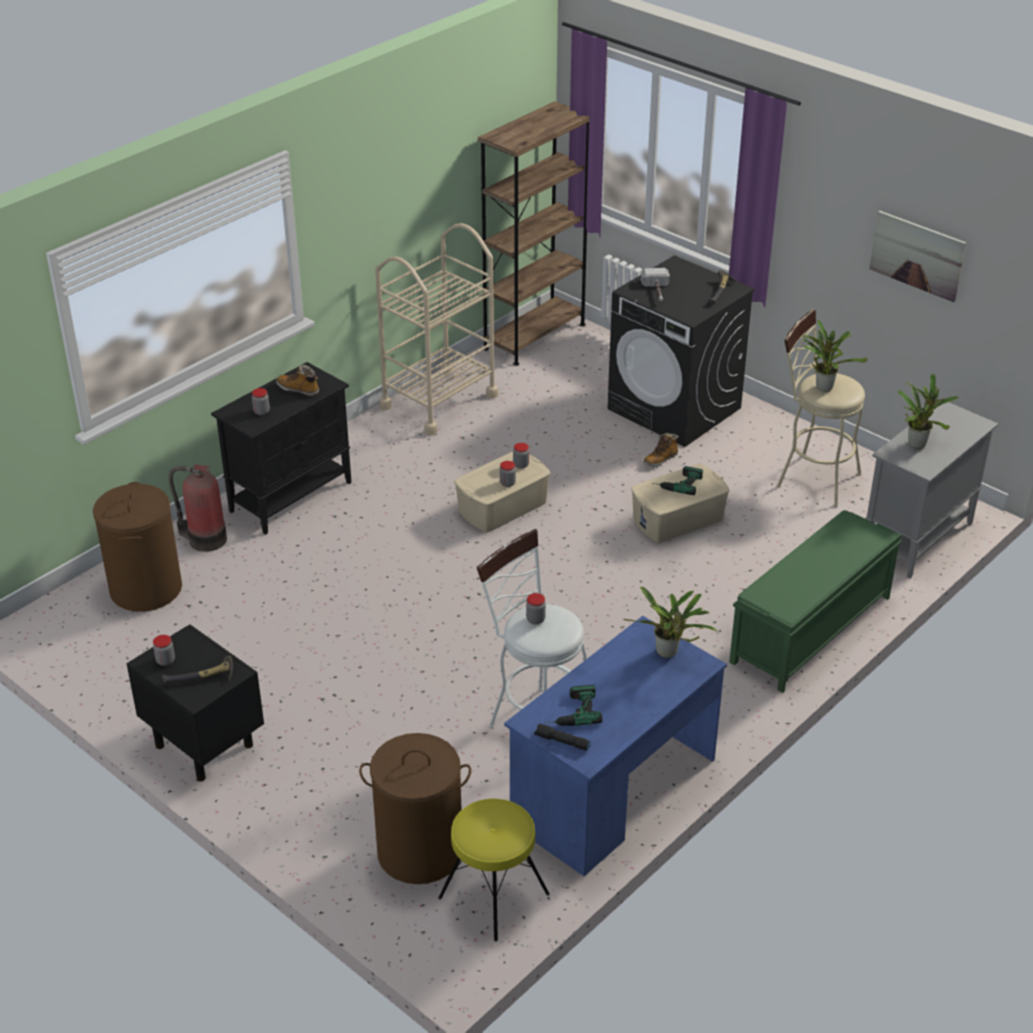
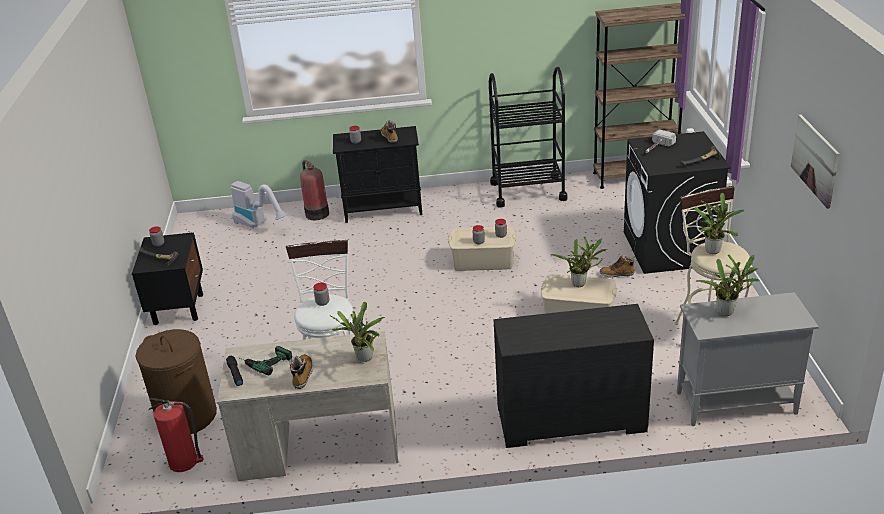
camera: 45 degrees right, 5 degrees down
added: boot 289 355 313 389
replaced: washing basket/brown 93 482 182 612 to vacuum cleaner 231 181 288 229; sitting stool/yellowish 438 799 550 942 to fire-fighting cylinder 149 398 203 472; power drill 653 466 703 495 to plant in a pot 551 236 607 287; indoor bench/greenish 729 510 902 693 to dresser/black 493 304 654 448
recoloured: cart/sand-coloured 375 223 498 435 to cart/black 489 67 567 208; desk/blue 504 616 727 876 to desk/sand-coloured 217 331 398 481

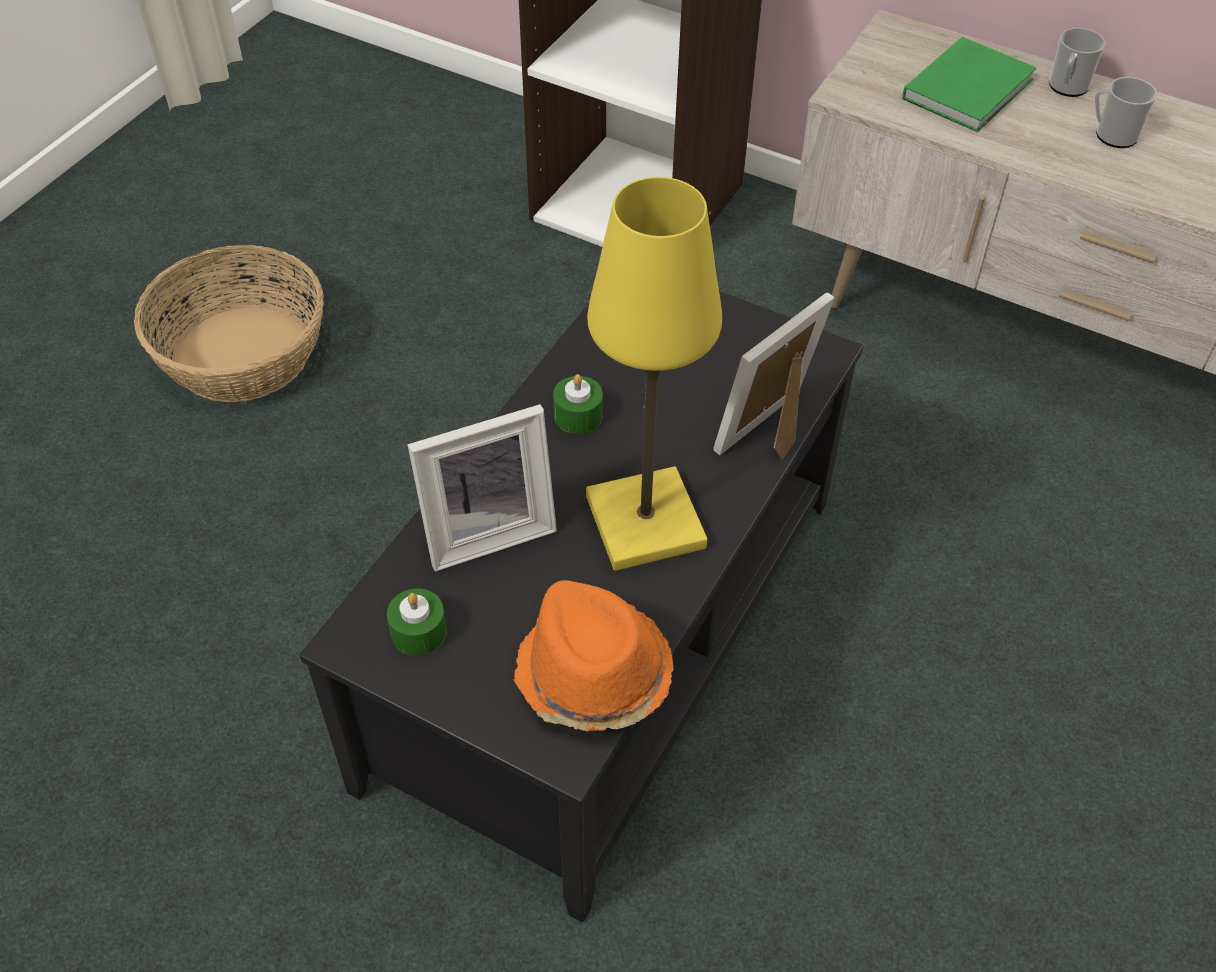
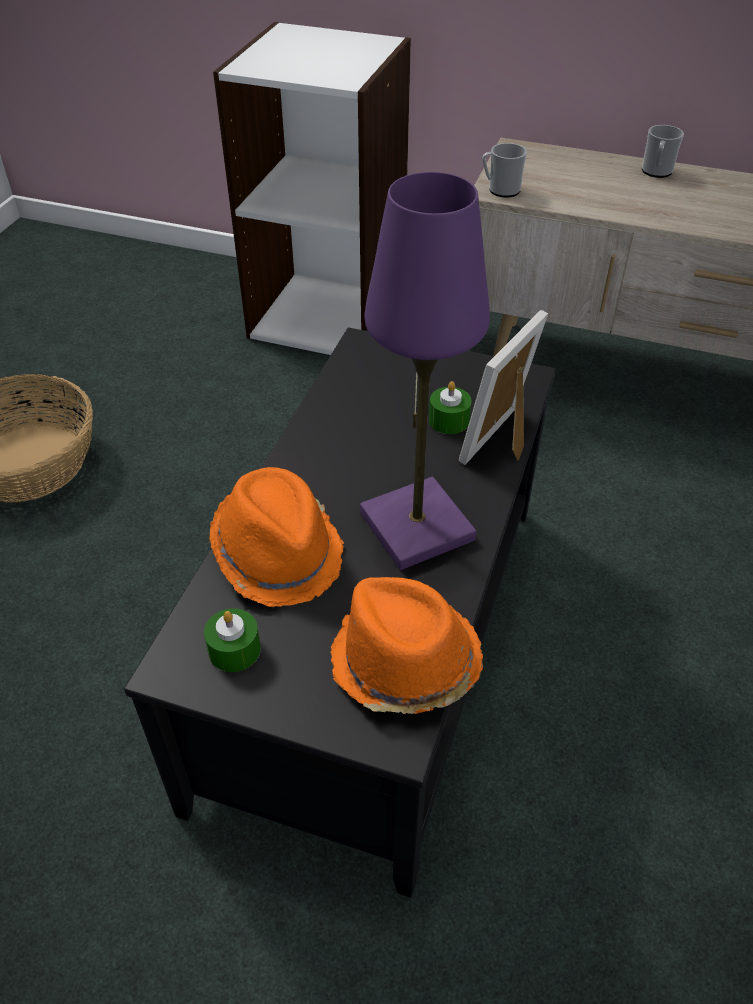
camera: 10 degrees left, 5 degrees down
removed: bound book/greenish 902 37 1037 132
moved: wax light/greenish 553 374 603 434 to 429 381 472 434; mug 1095 77 1157 148 to 482 143 527 198
replaced: photo frame 408 404 557 571 to hat/orange 209 467 344 607
recoloured: table lamp/yellowish 586 177 722 571 to table lamp/purple-coloured 360 172 490 570

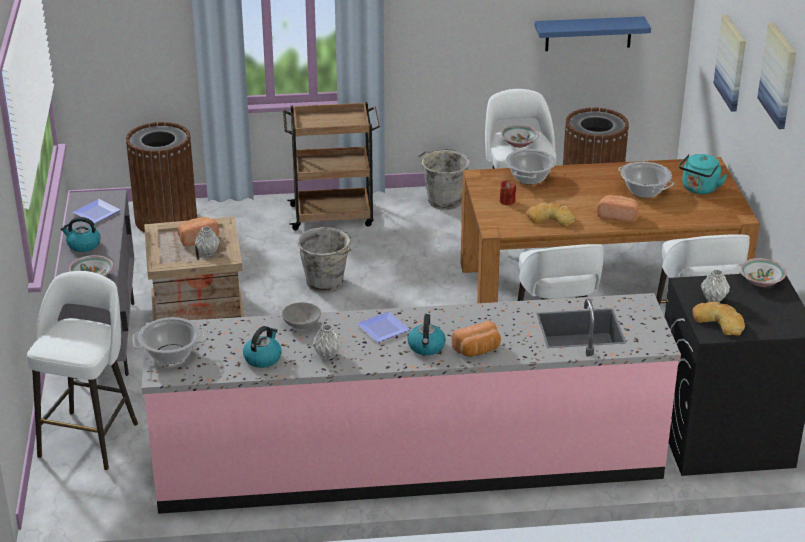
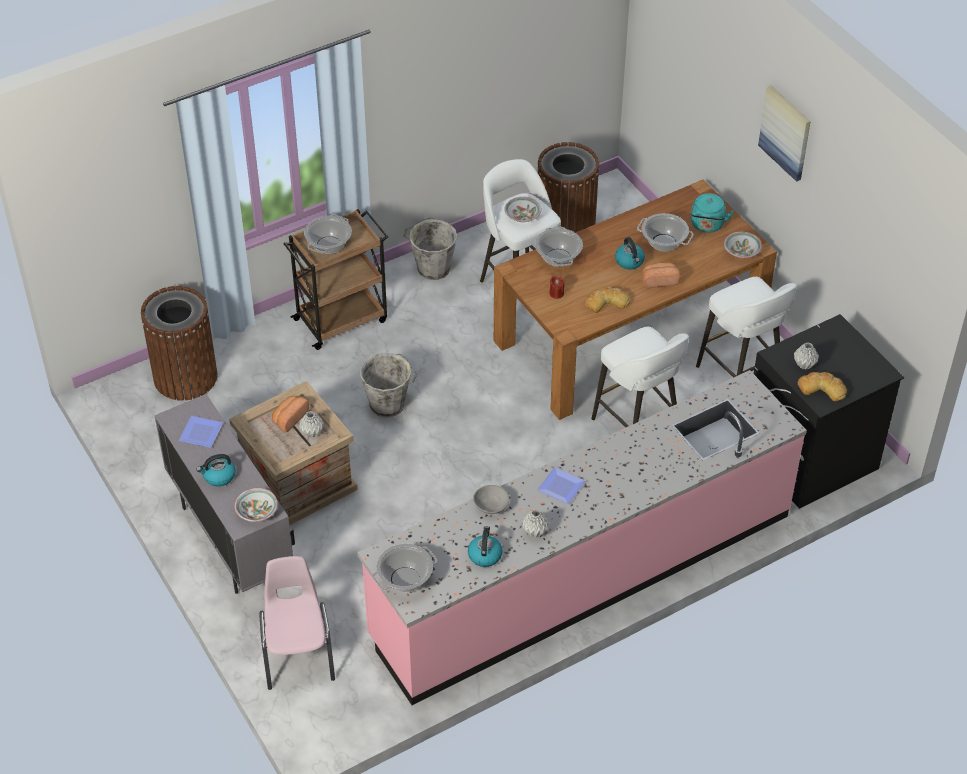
camera: 25 degrees left, 15 degrees up
removed: bakery bread 452 321 501 357; shelf/blue 534 16 651 51; picture 713 15 746 112
added: stockpot 304 214 352 254
moved: water kettle 408 314 446 355 to 615 237 645 269; bowl 739 258 786 287 to 724 232 762 258
replaced: sitting stool/white-coloured 27 271 138 470 to plain chair/pinkish 259 556 335 690

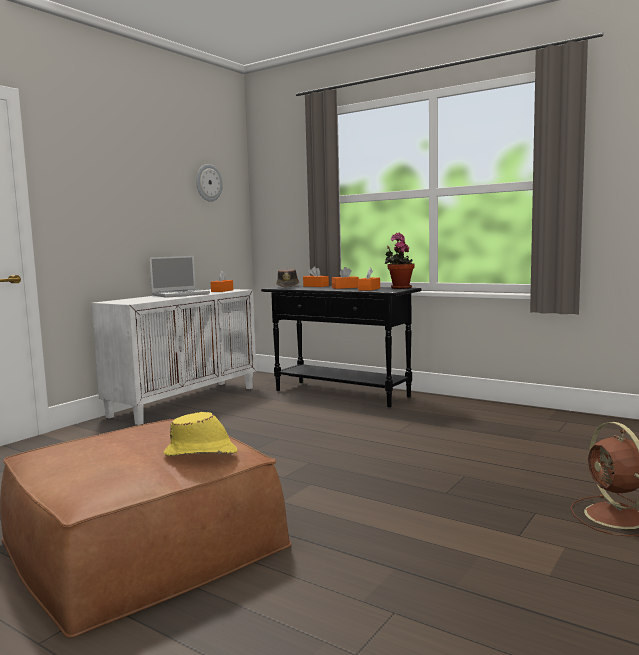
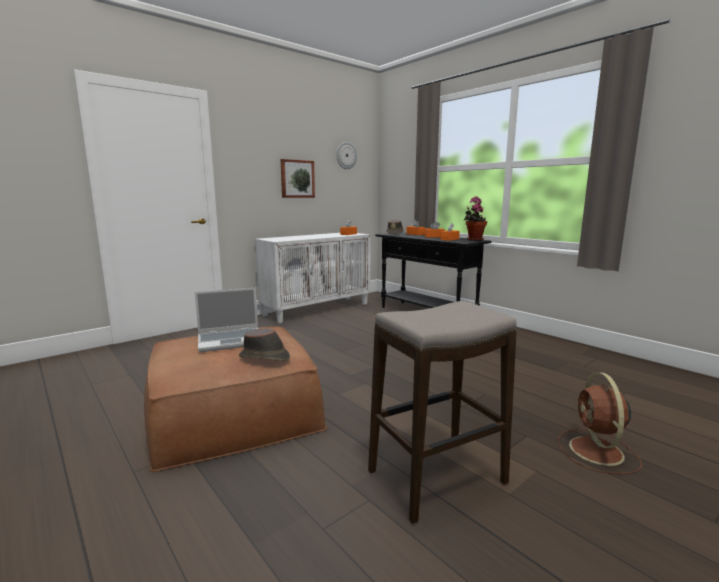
camera: 15 degrees right, 5 degrees up
added: picture 281 159 315 198; sitting stool 368 301 517 524
moved: laptop 149 256 210 298 to 195 288 258 352
recoloured: hat/yellowish 164 412 238 456 to hat/brown 239 328 290 361

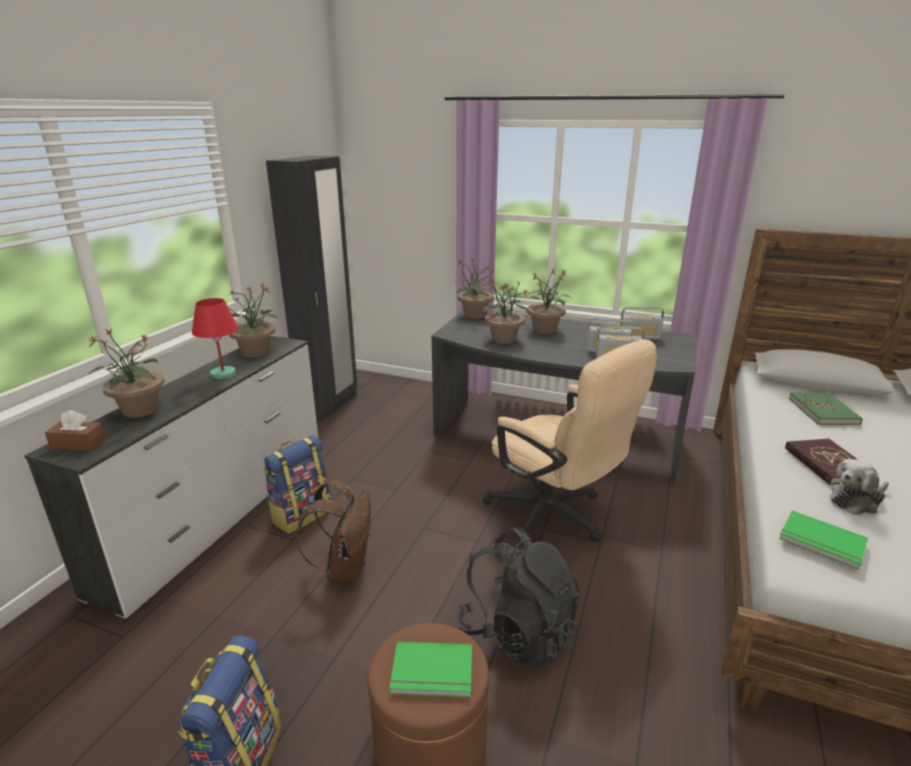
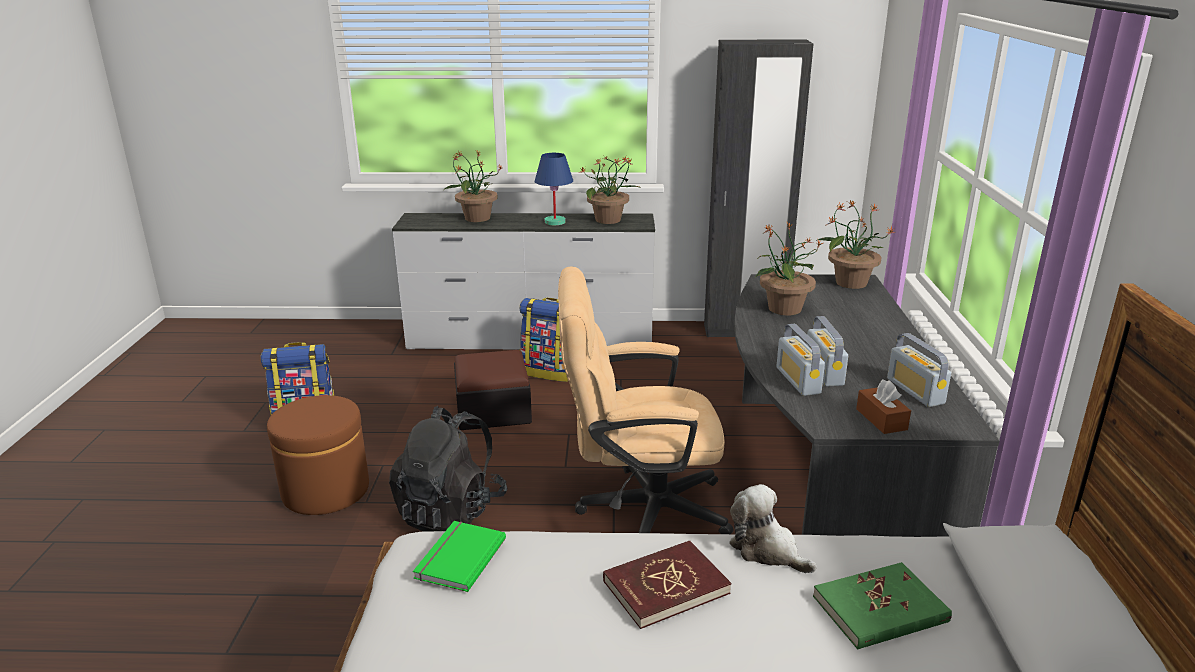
camera: 70 degrees right, 0 degrees up
removed: bound book/greenish 389 642 472 698; plant in a pot 526 269 571 334
moved: box of tissues/brown 45 410 106 451 to 856 380 911 434; plush toy 830 459 889 515 to 729 484 817 573
replaced: knapsack/brown 296 480 371 583 to pouffe 454 350 532 430
recoloured: table lamp/red-coloured 192 298 238 379 to table lamp/blue 534 153 573 225
turned: computer chair/sand-coloured 483 339 657 547 = 558 266 734 534 60 degrees clockwise

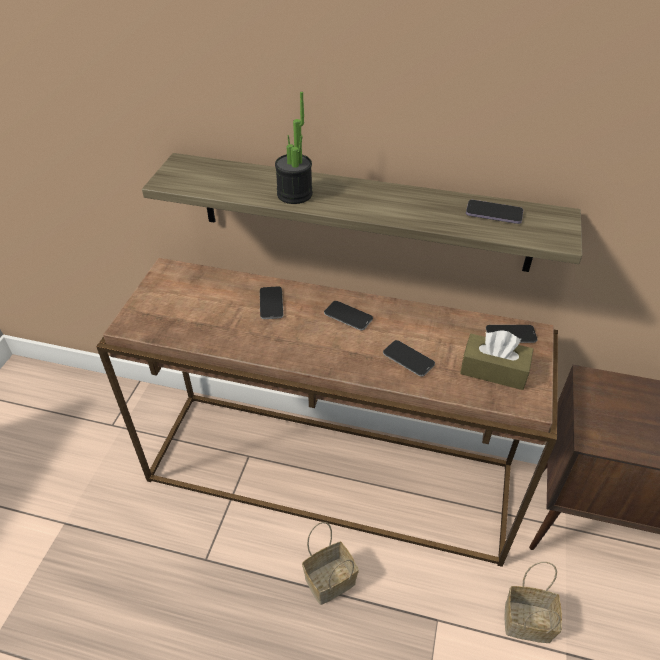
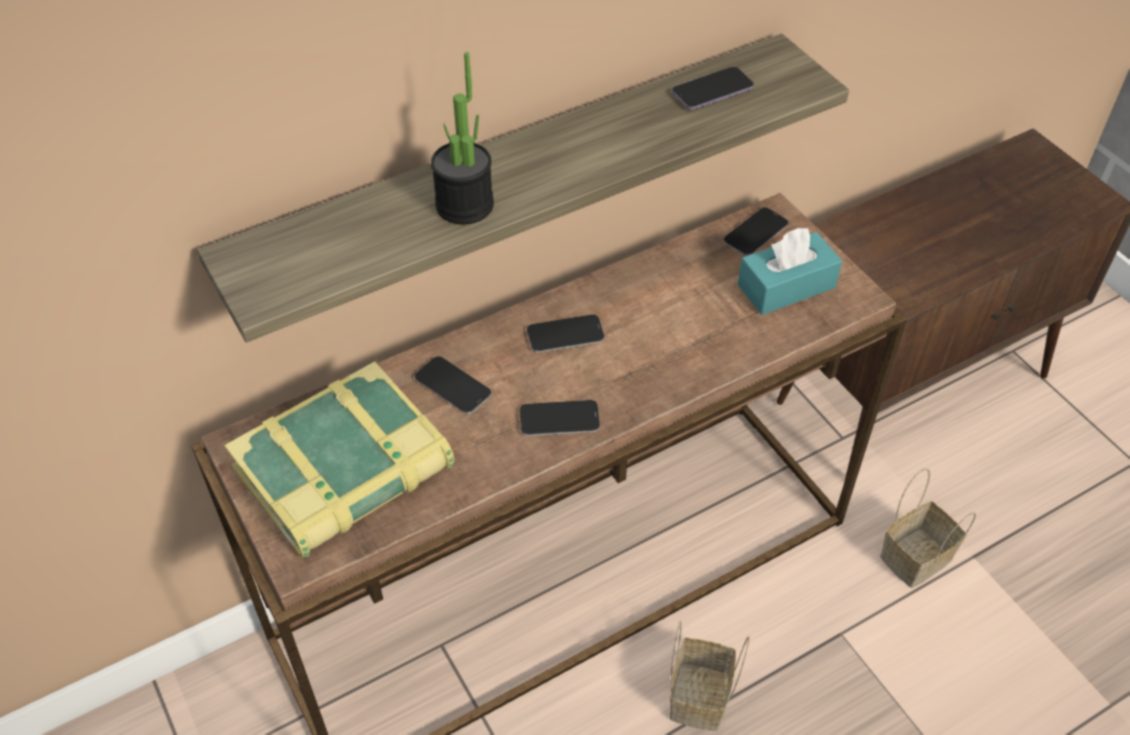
camera: 45 degrees left, 5 degrees up
added: bound book 224 361 454 558
moved: handset 383 340 435 377 to 520 400 600 436
recoloured: box of tissues/brown 460 331 534 390 to box of tissues/turquoise 738 228 842 315

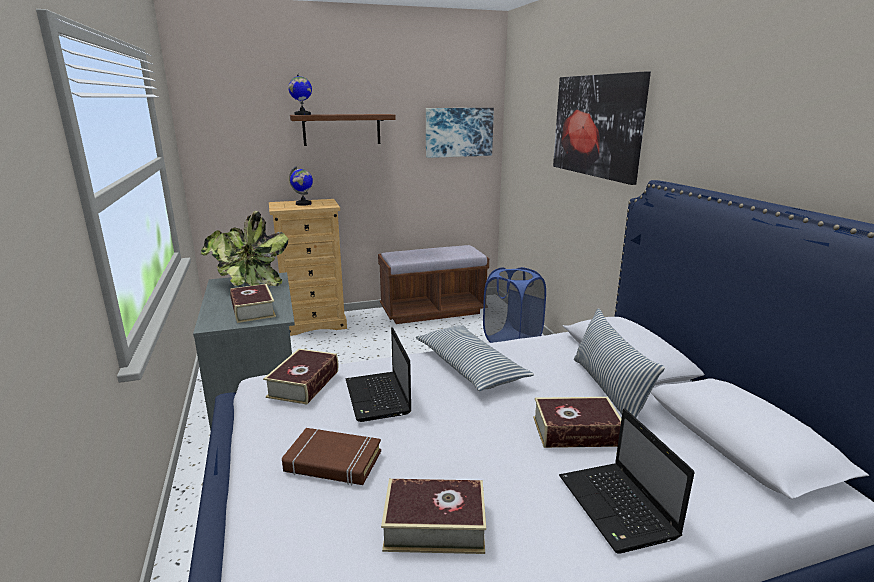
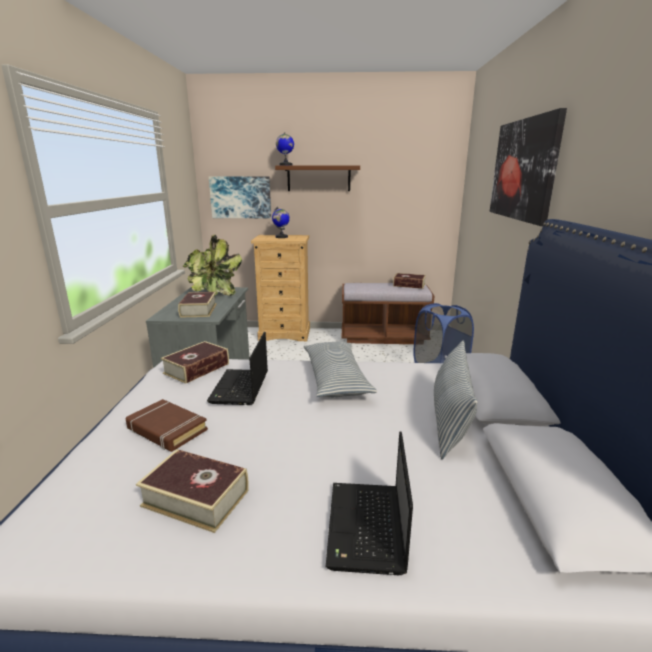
camera: 20 degrees right, 0 degrees up
moved: picture 426 108 494 158 to 209 176 271 218; bound book 533 397 621 448 to 393 273 426 289

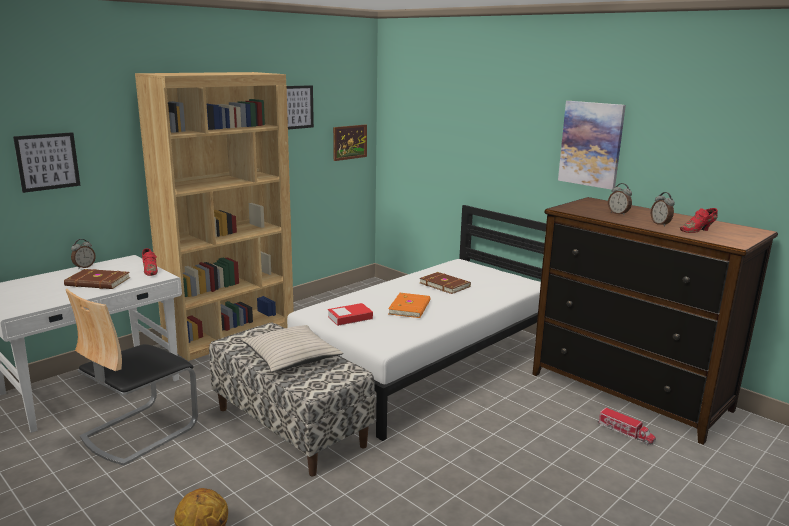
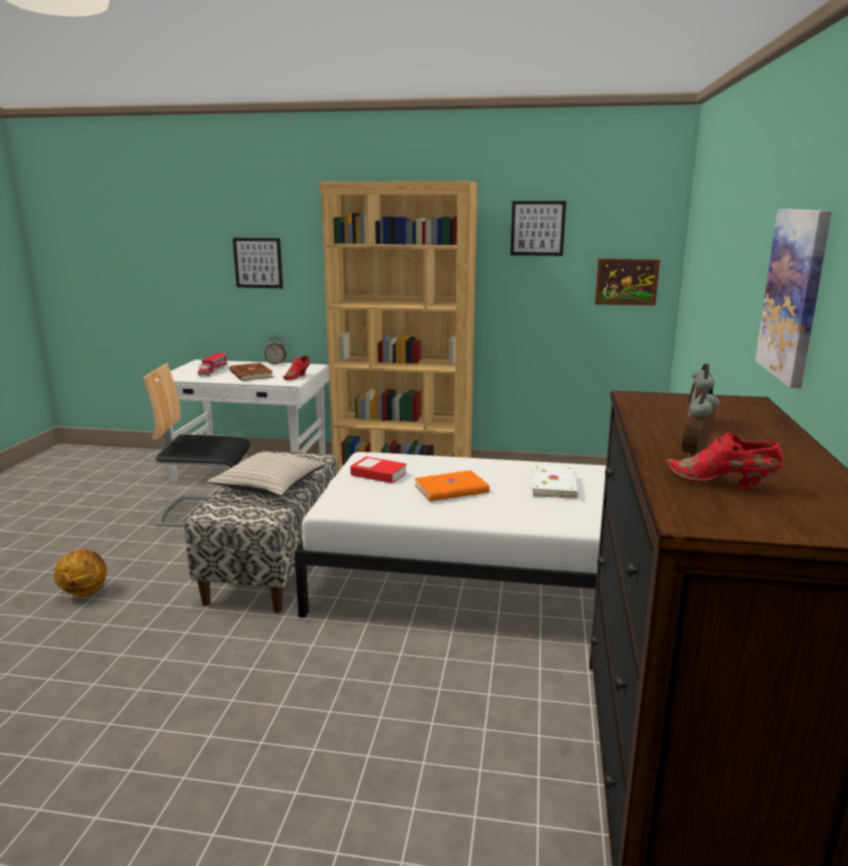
camera: 55 degrees right, 0 degrees up
moved: model truck 597 407 656 445 to 198 353 227 376
recoloured: bound book/brown 420 272 471 294 to bound book/white-coloured 532 466 579 499

